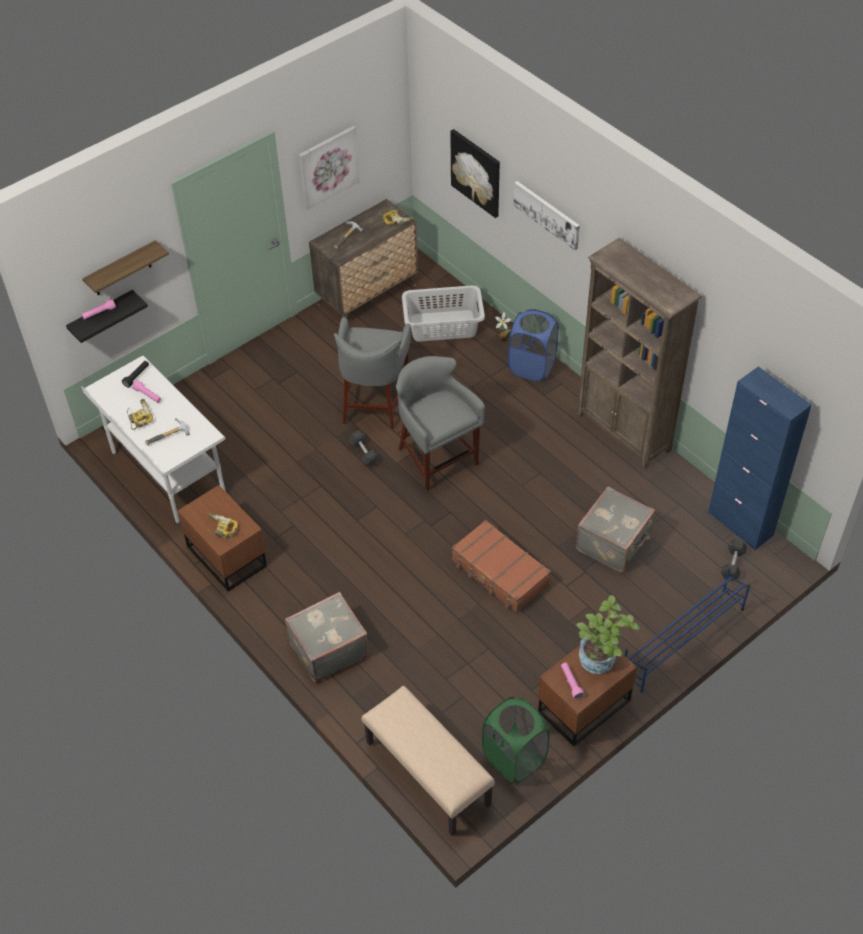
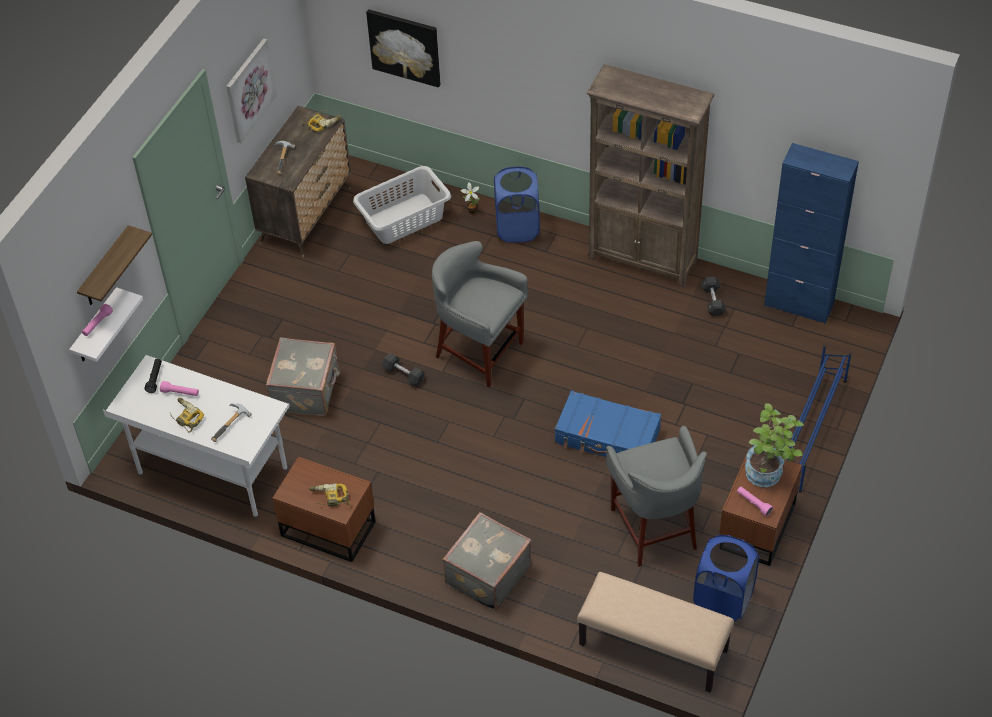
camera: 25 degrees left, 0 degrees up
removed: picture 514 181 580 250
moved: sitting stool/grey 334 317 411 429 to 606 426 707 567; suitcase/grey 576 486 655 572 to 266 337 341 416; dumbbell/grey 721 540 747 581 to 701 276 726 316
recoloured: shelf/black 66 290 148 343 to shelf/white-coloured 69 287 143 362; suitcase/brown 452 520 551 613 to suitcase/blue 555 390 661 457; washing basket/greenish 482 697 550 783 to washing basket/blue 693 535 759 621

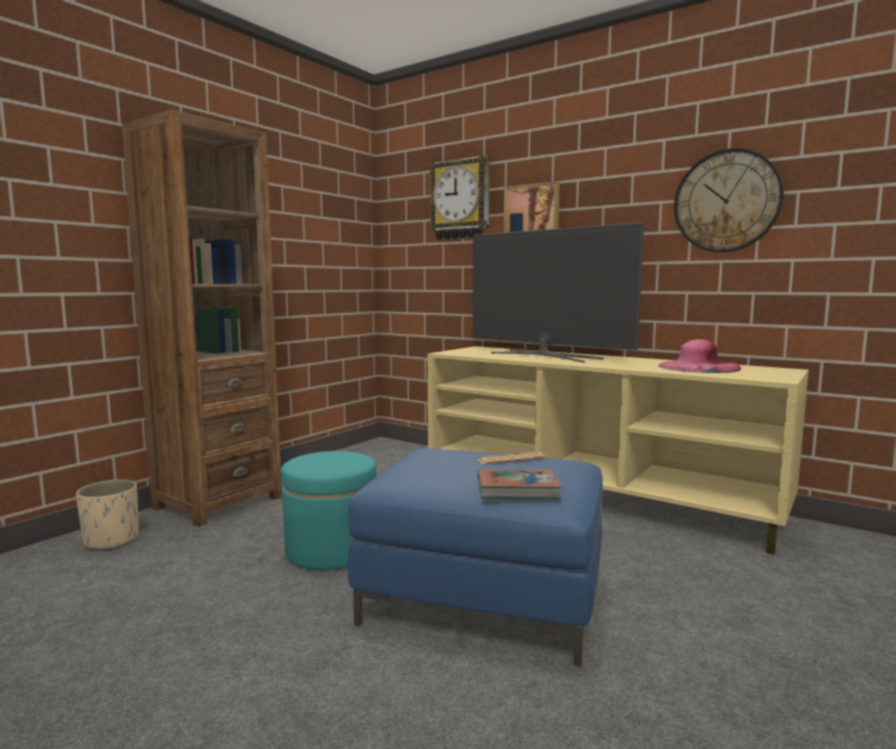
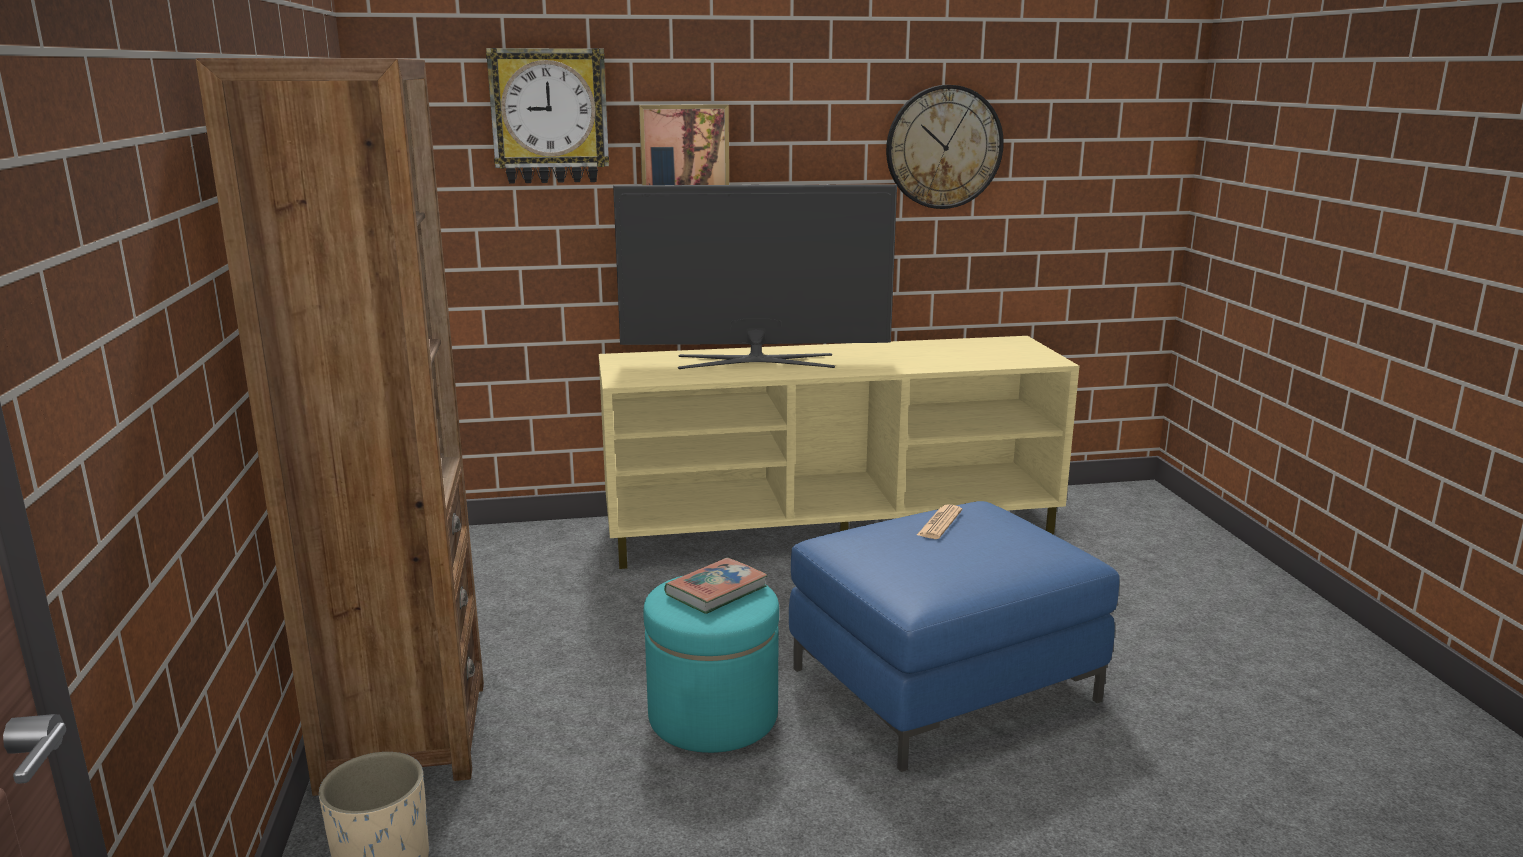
camera: 45 degrees left, 10 degrees up
removed: hat/pinkish 658 339 741 373
moved: bound book 478 470 562 499 to 664 558 768 614

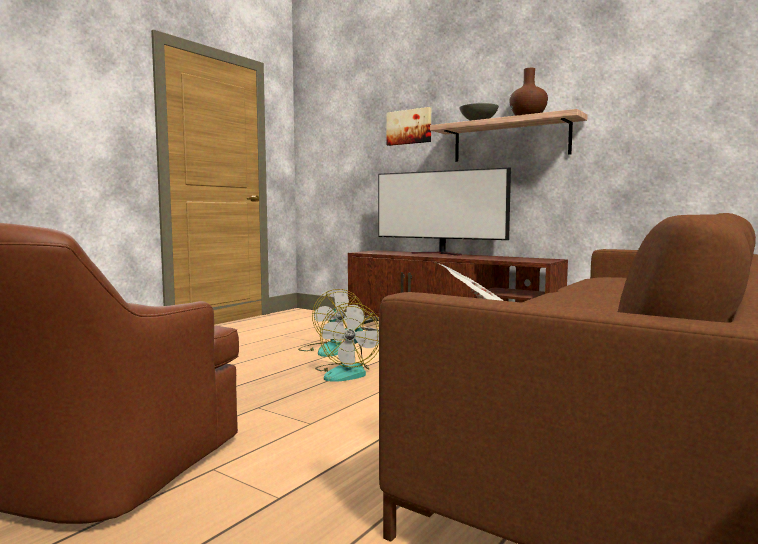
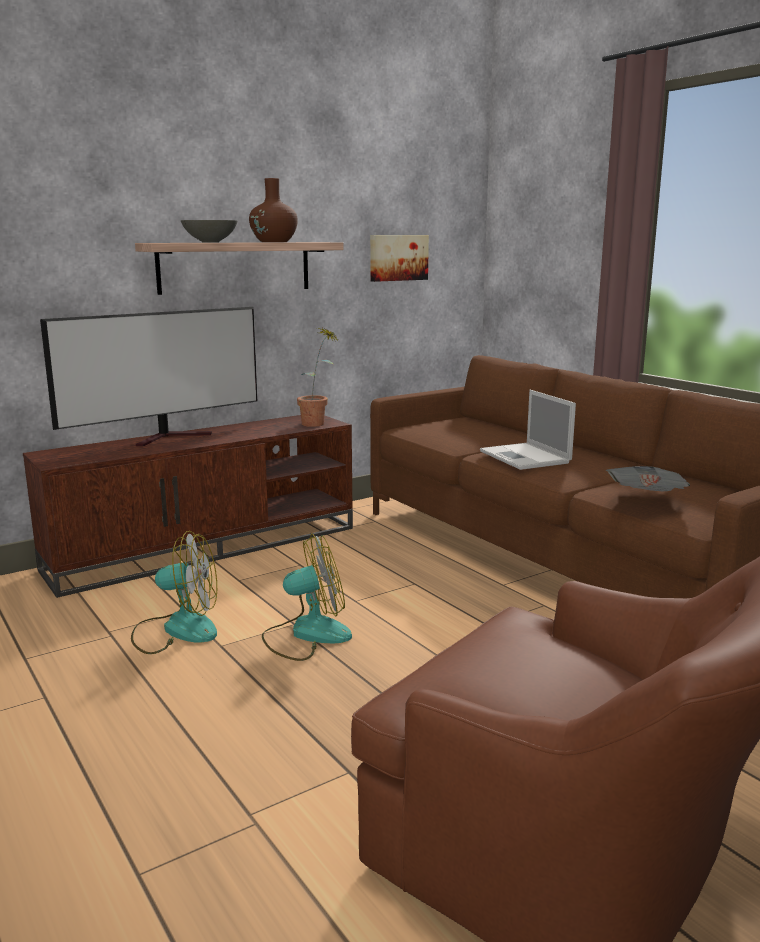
camera: 70 degrees left, 10 degrees up
added: plant in a pot 297 327 339 427; laptop 480 390 576 470
moved: picture 387 107 431 146 to 370 235 429 282
turned: cooling fan 315 303 379 382 = 262 533 352 661 45 degrees counterclockwise

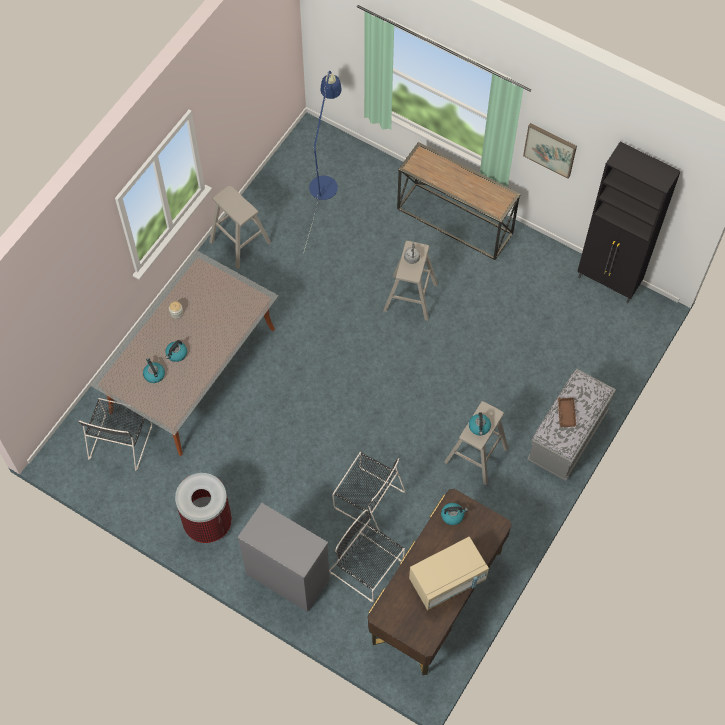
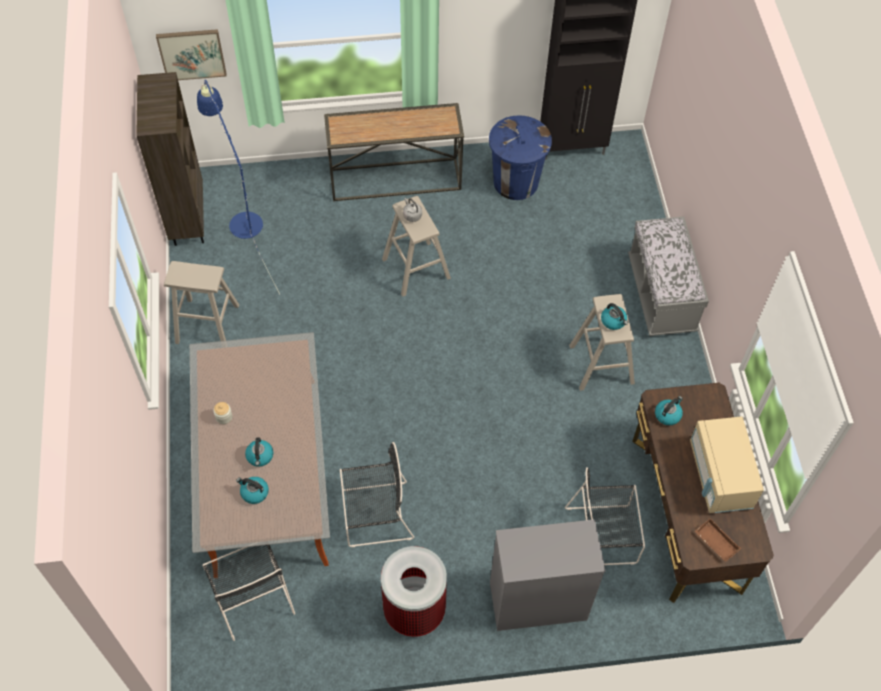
camera: 40 degrees left, 5 degrees down
added: shelving unit/brown 136 72 204 246; waste bin/blue 489 115 552 200
moved: plain chair/black 332 452 405 533 to 340 442 414 547; picture 523 123 577 178 to 156 29 227 80; tray/brown 558 398 577 427 to 695 518 741 562
turned: kitchen microwave/sand-coloured 409 537 489 610 = 690 416 764 513 150 degrees clockwise

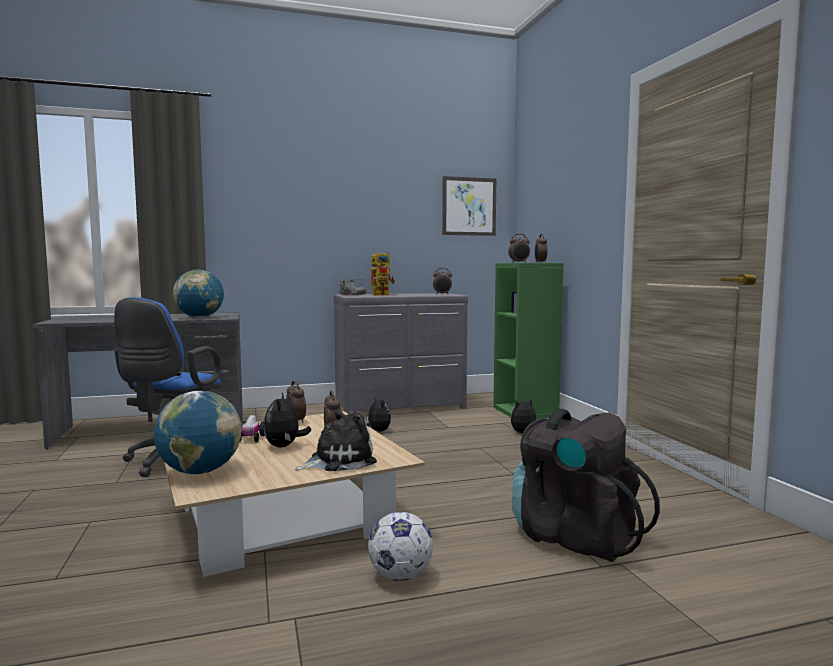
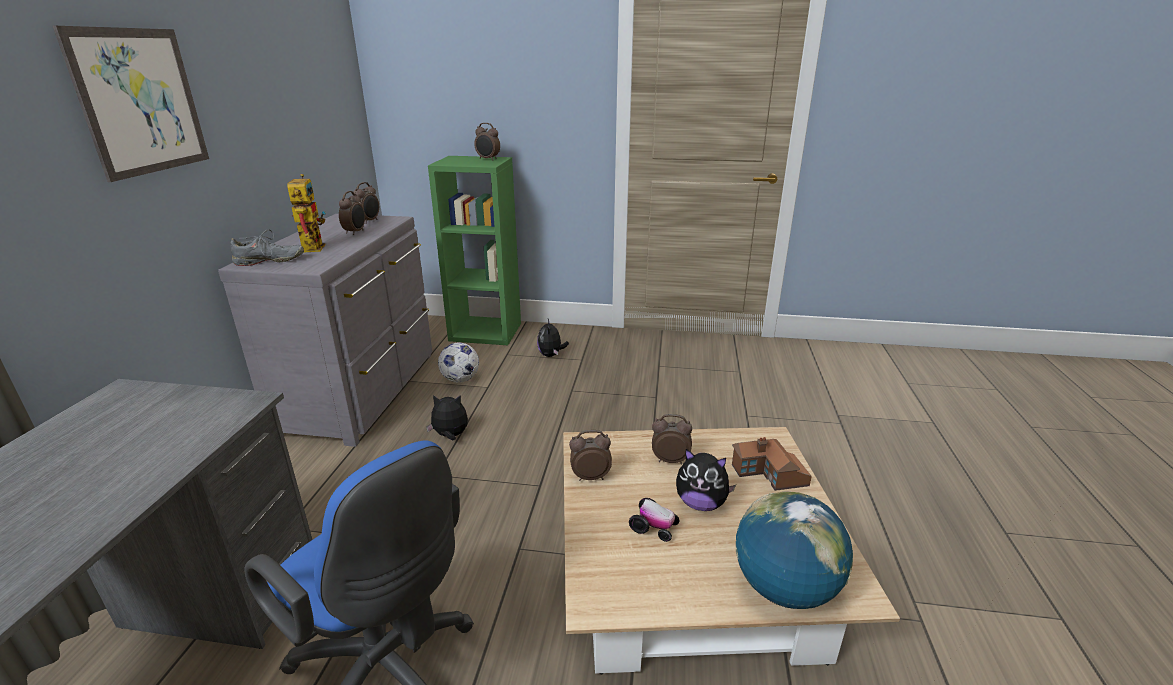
camera: 65 degrees left, 20 degrees up
removed: desk globe 173 270 224 318; knapsack/black 512 409 660 562
moved: ball for football 368 512 433 581 to 438 343 479 383; picture 442 176 497 236 to 53 26 209 182; table clock 508 234 530 263 to 339 191 365 235
replaced: plush toy 294 410 377 471 to model house 732 437 812 491

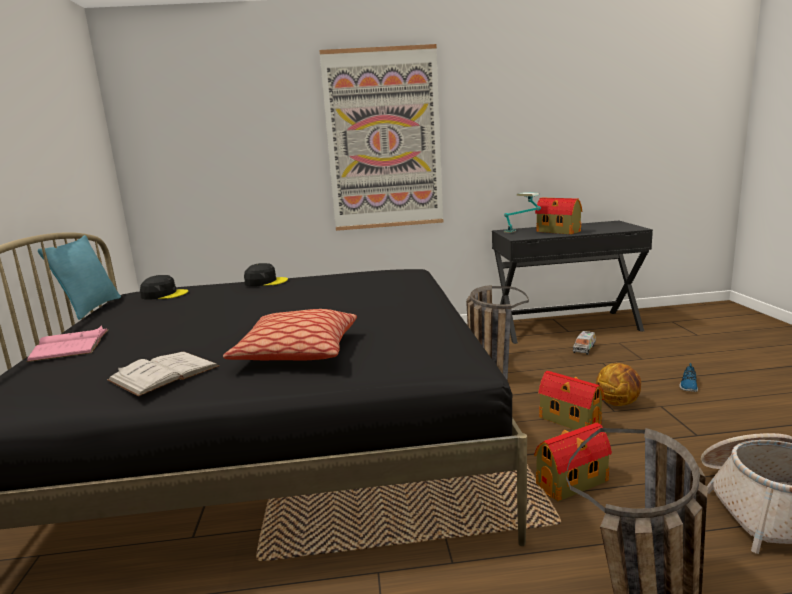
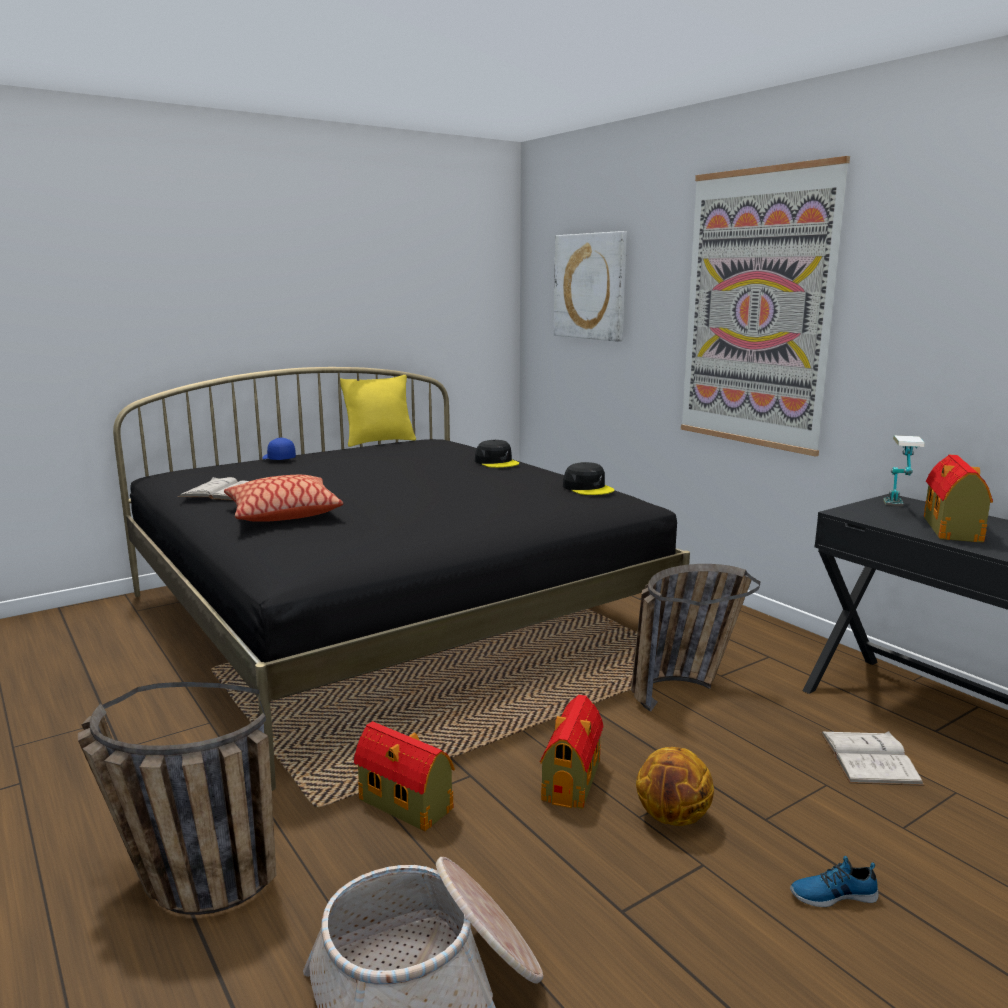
camera: 60 degrees right, 0 degrees up
added: picture 554 231 627 342
moved: peaked cap/black 140 275 188 300 to 563 462 614 495
replaced: bound book/pinkish 26 326 108 362 to peaked cap/blue 262 437 296 460; model truck 573 331 596 355 to bound book/white-coloured 821 731 924 786
recoloured: cushion/turquoise 38 235 121 320 to cushion/yellowish 340 375 416 447

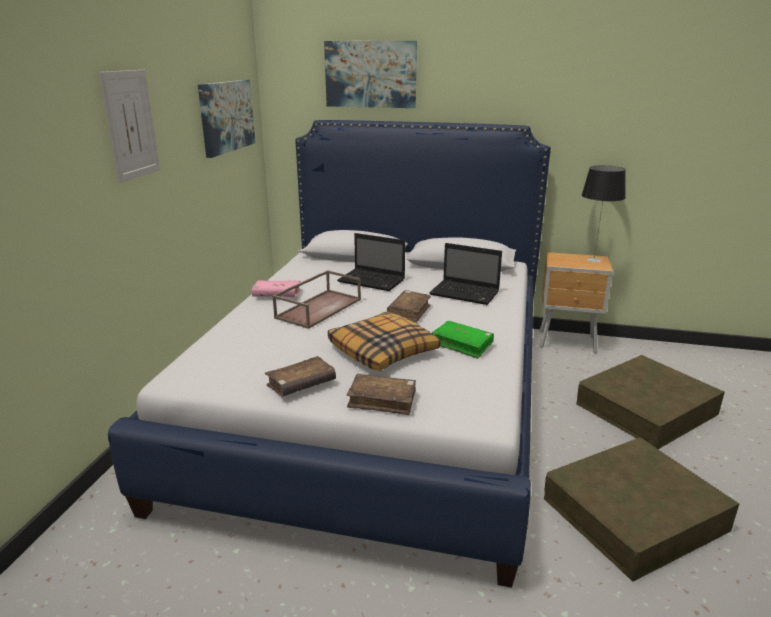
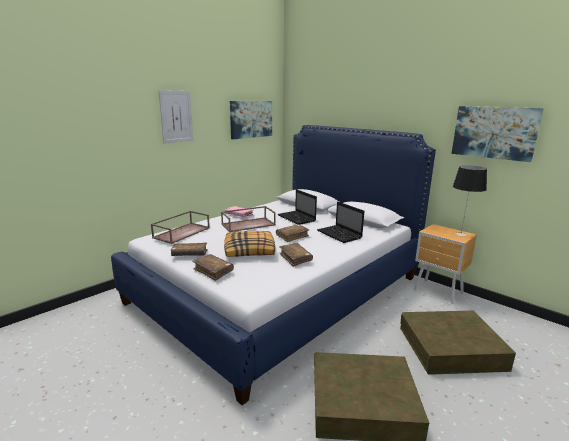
camera: 30 degrees right, 5 degrees down
added: tray/brown 151 211 210 244
moved: picture 324 41 417 108 to 452 106 544 162
recoloured: bound book/greenish 432 321 494 359 to bound book/brown 279 243 313 267

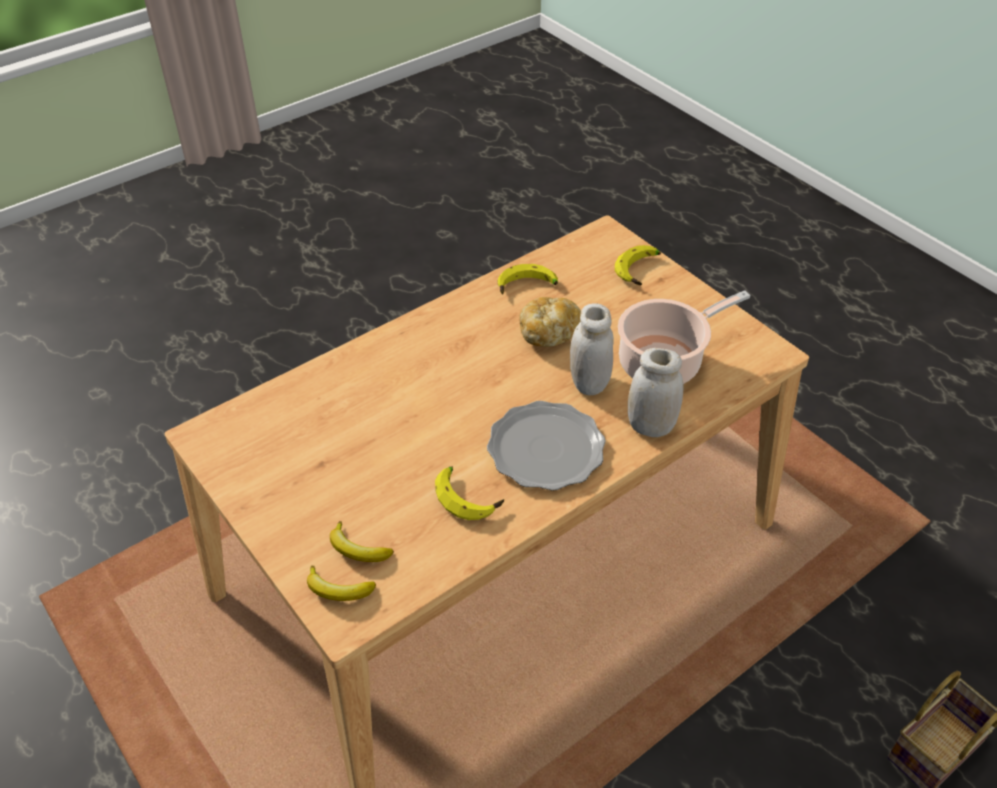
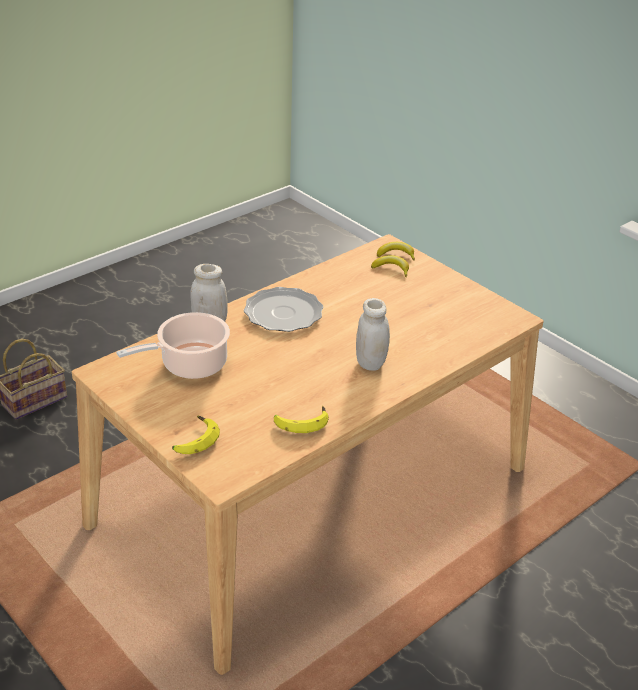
camera: 175 degrees right, 10 degrees down
removed: banana fruit 435 467 504 520; bakery bread 519 297 581 347
moved: jar/white-coloured 570 303 614 395 to 356 298 390 371

